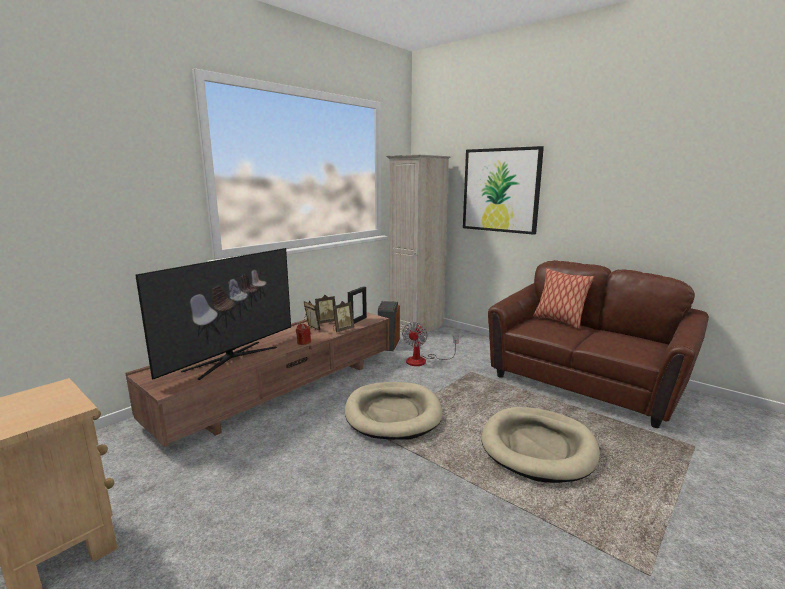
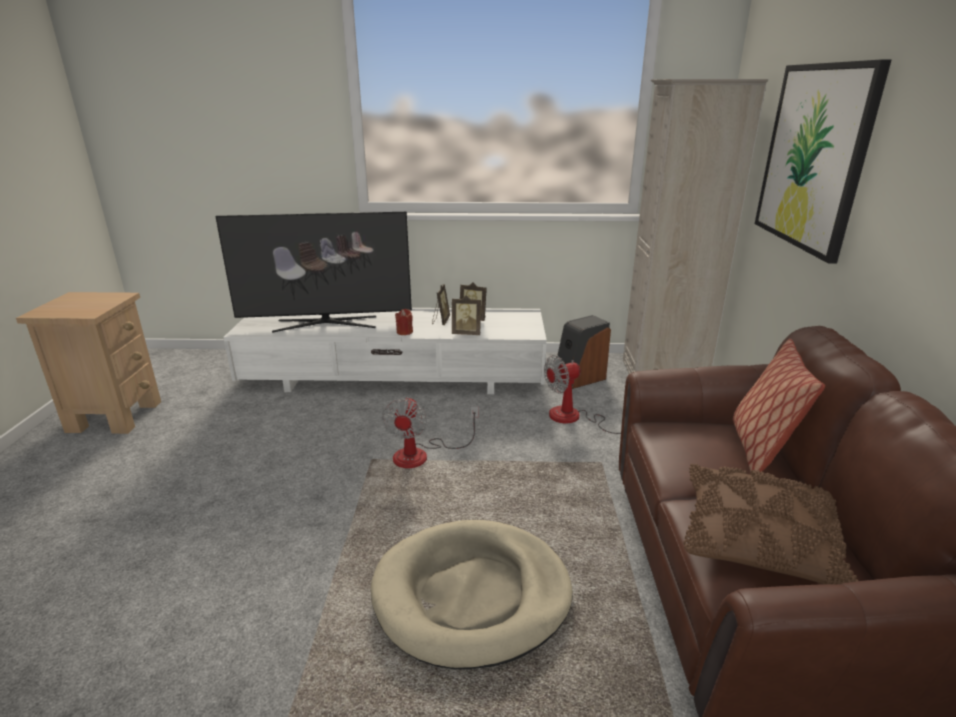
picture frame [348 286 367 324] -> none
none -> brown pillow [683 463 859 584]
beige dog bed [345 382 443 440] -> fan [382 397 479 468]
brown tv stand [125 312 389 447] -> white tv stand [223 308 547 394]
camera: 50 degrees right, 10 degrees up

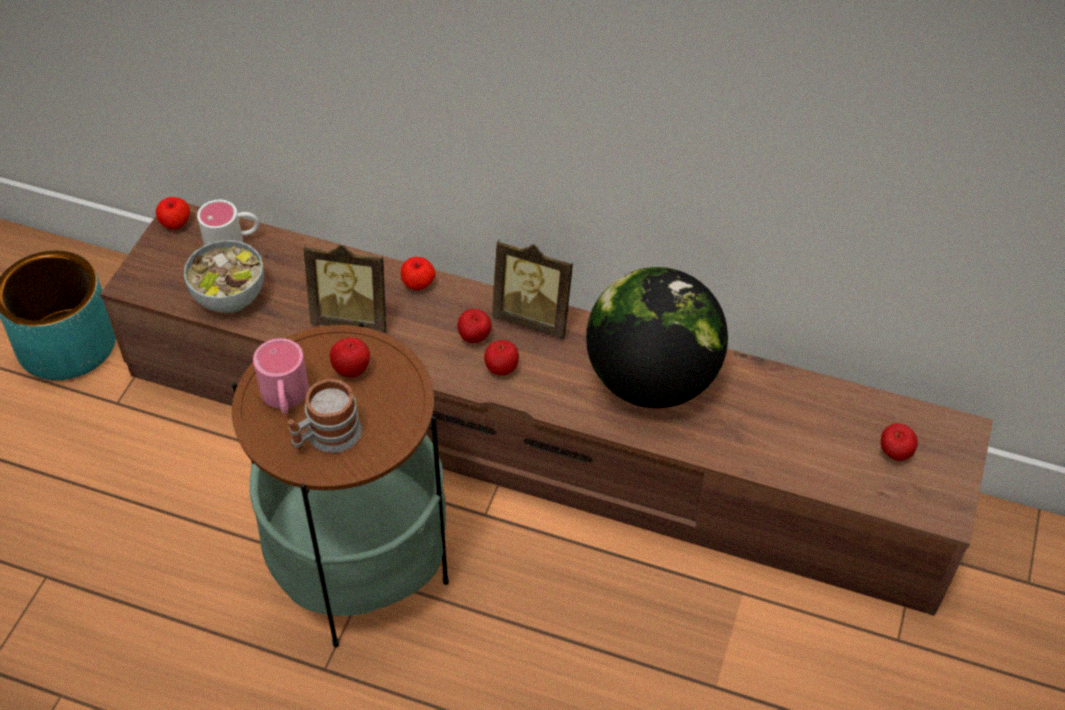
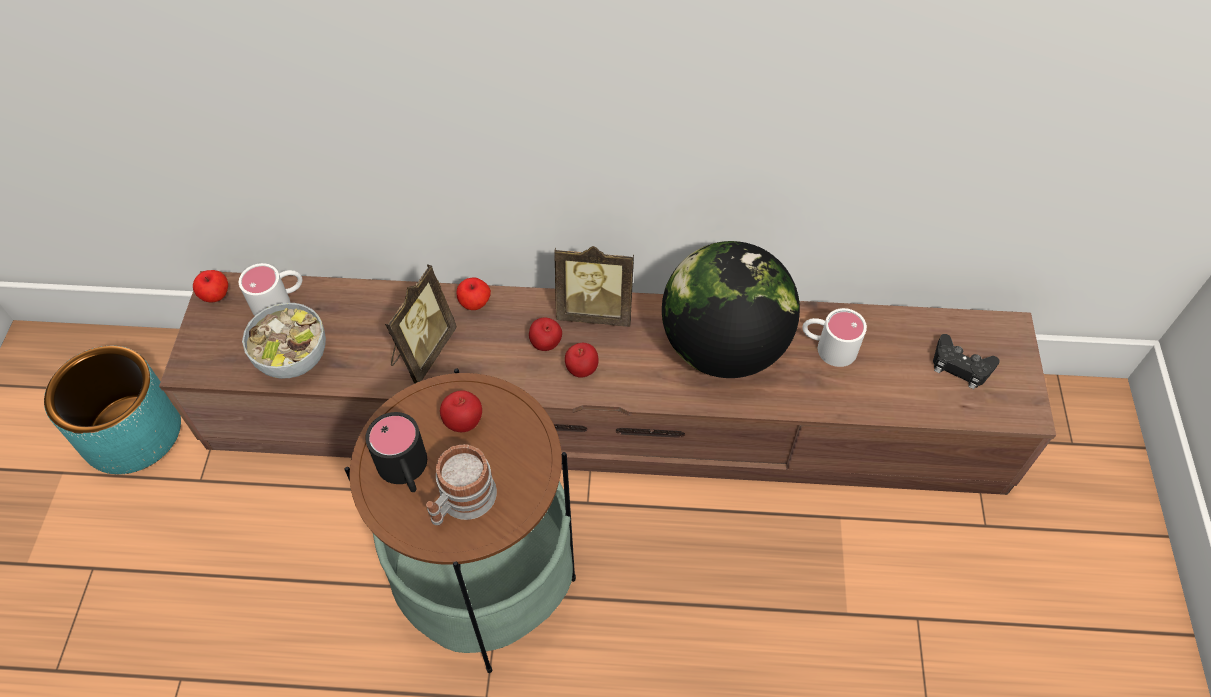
none -> white mug [802 308 867 367]
apple [881 424 918 461] -> black game controller [933 334 1000 389]
pink mug [253 338 309 415] -> black mug [366 412 427 492]
picture frame [304 245 386 333] -> picture frame [385 265 457 383], 60 degrees counterclockwise
camera: 15 degrees left, 5 degrees up

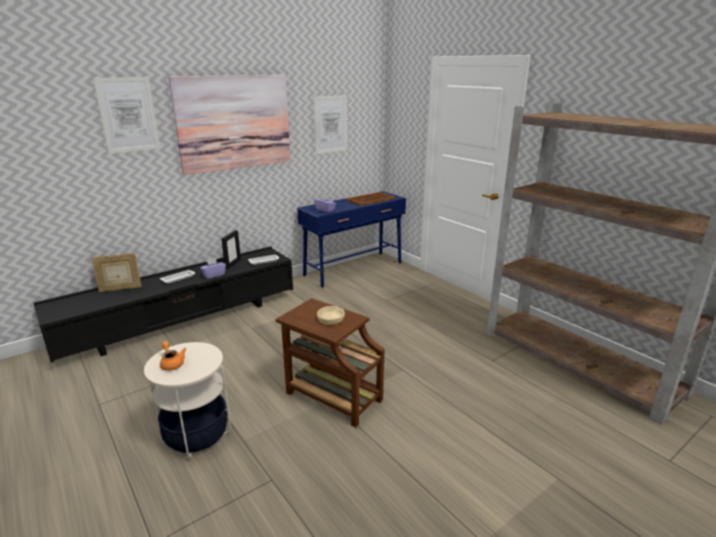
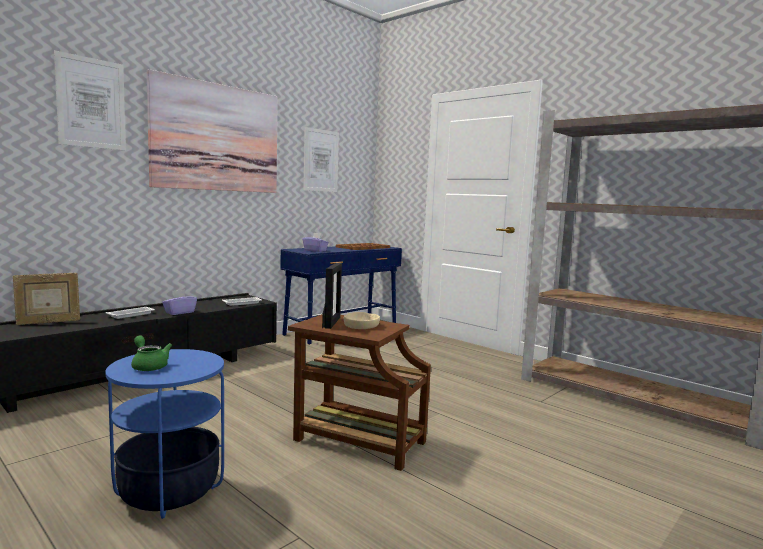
picture frame [221 230 241 269] -> picture frame [322 263 342 329], move
beige side table [144 342 231 458] -> blue side table [105 349 224 519]
orange teapot [160 341 186 371] -> green teapot [131 335 172 371]
camera: 10 degrees left, 15 degrees down

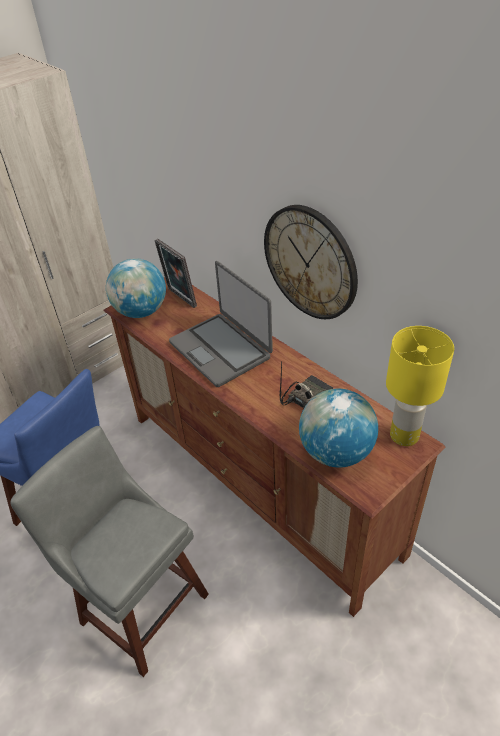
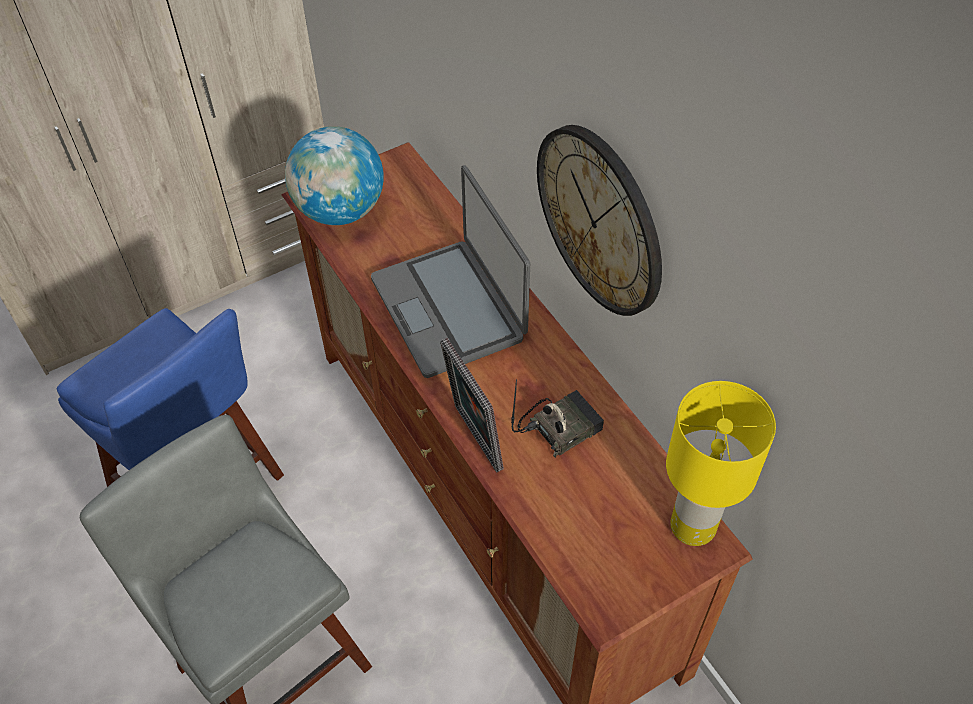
globe [299 389 378 468] -> none
picture frame [154 239 197 308] -> picture frame [440 338 504 472], move
camera: 10 degrees right, 10 degrees up

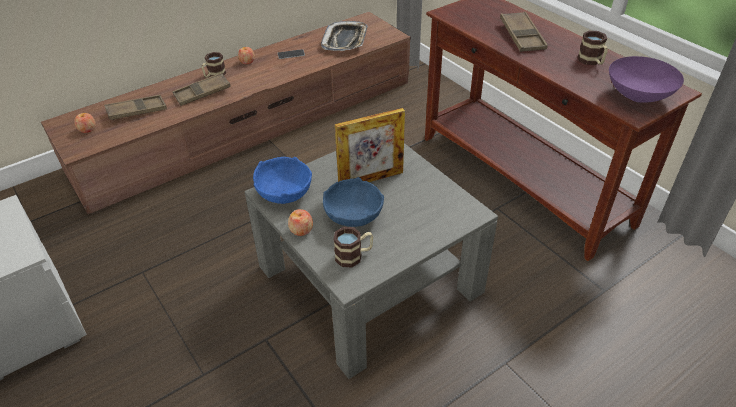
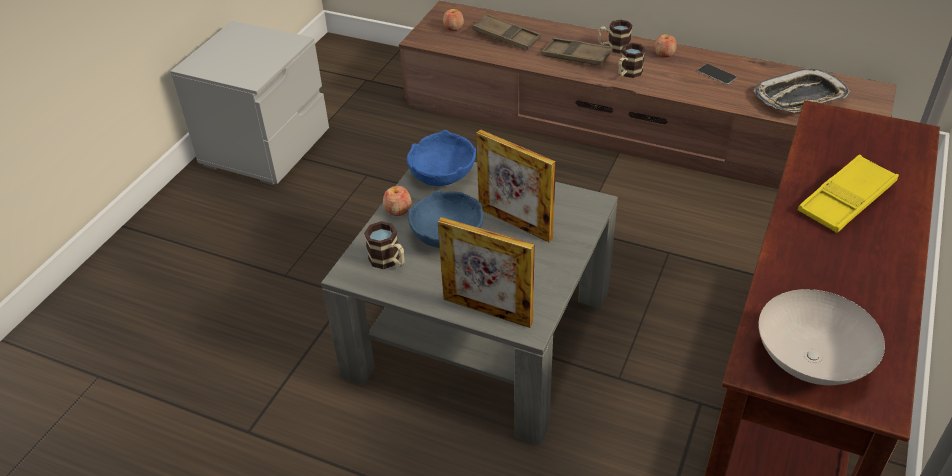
none -> picture frame [438 217 535 328]
mug [578 31 608 65] -> mug [618 43 645 78], move
brown tray [500 12 548 52] -> yellow tray [797 154 899 233]
purple bowl [609 56 684 103] -> white bowl [758 289 885 385]
camera: 60 degrees right, 0 degrees up

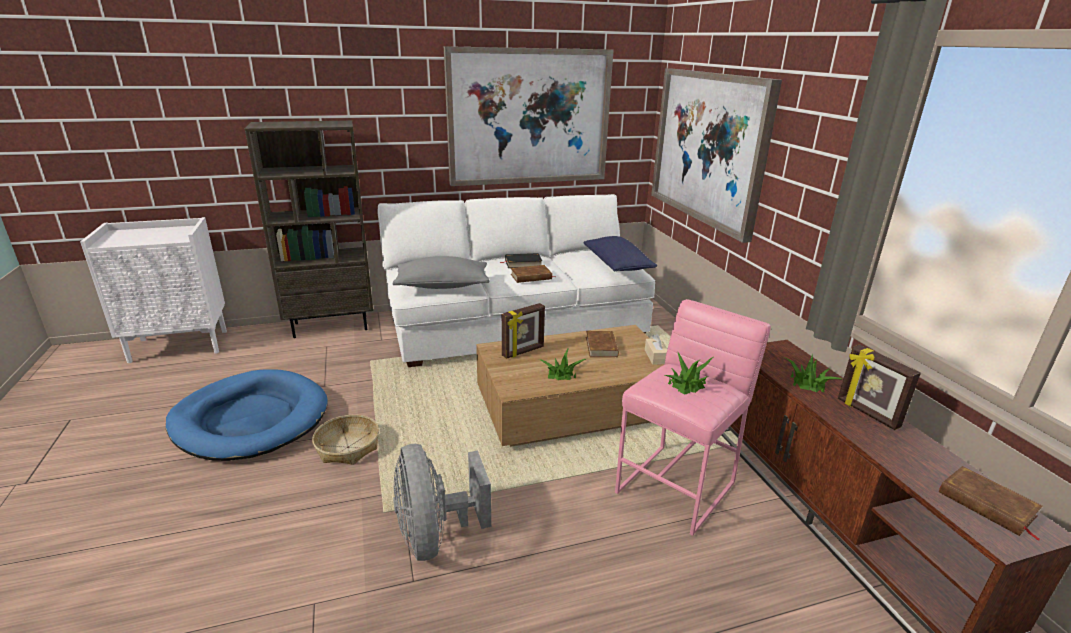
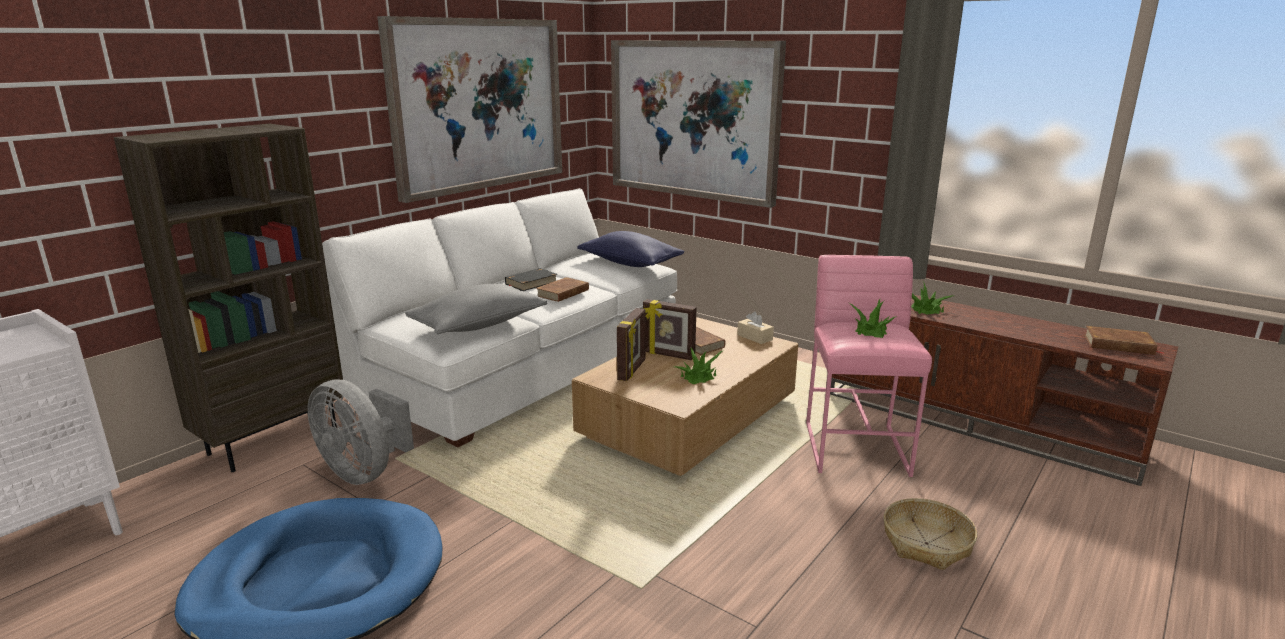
basket [312 415 379 465] -> basket [883 498 977 570], move
grey fan [393 444 491 561] -> grey fan [308 380 414 485], move
picture frame [838 344 921 430] -> picture frame [642 299 697 360], move
camera: 35 degrees left, 5 degrees down

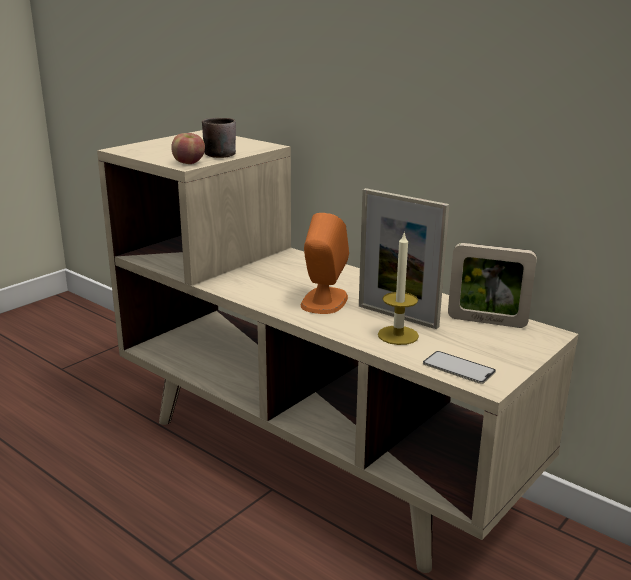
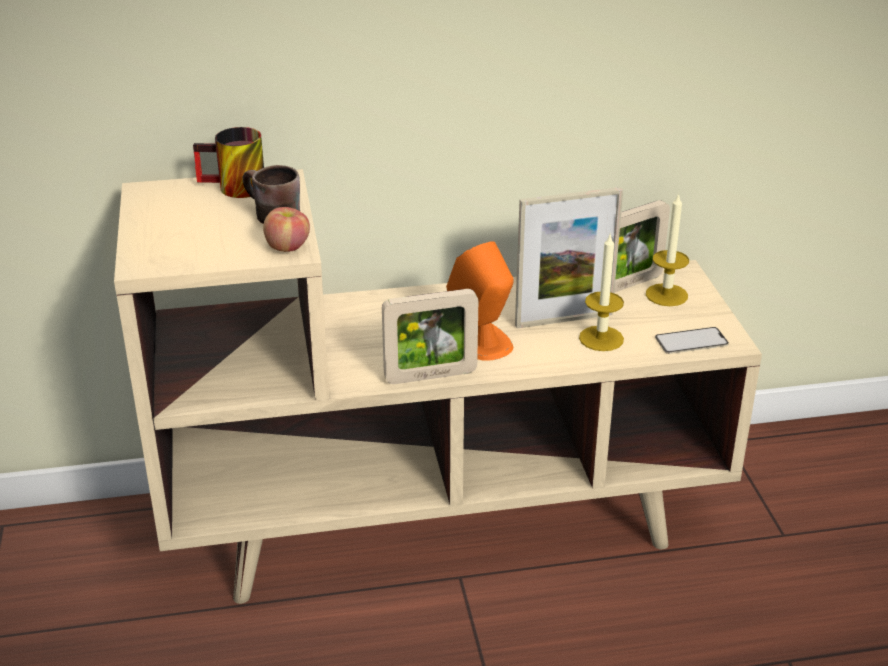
none -> mug [193 127 264 198]
none -> picture frame [382 289 478 384]
none -> candle [646 193 689 306]
camera: 50 degrees left, 10 degrees up

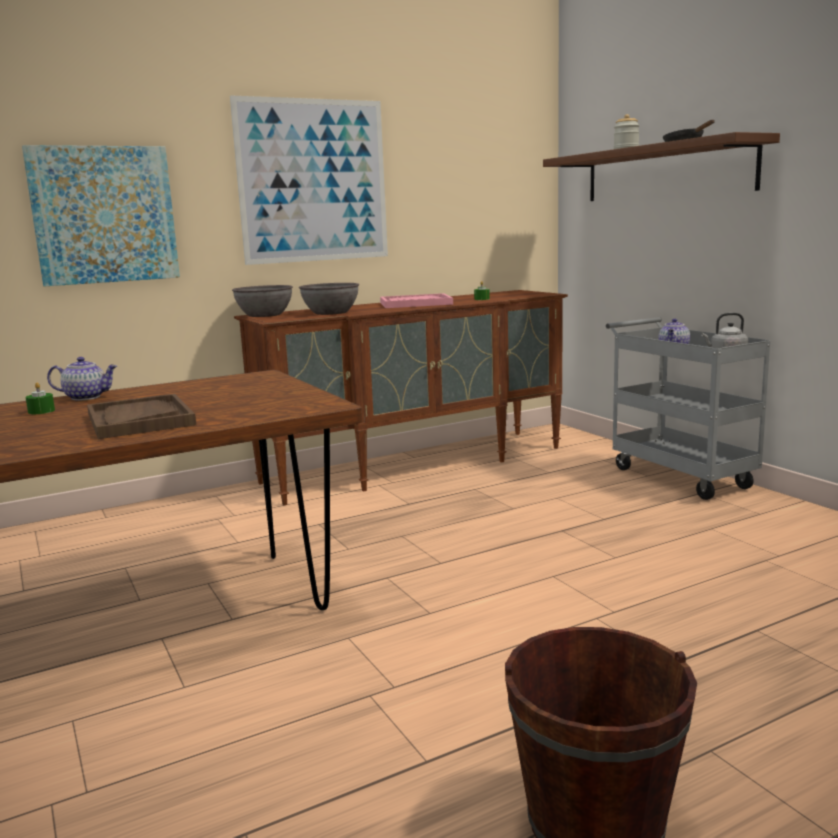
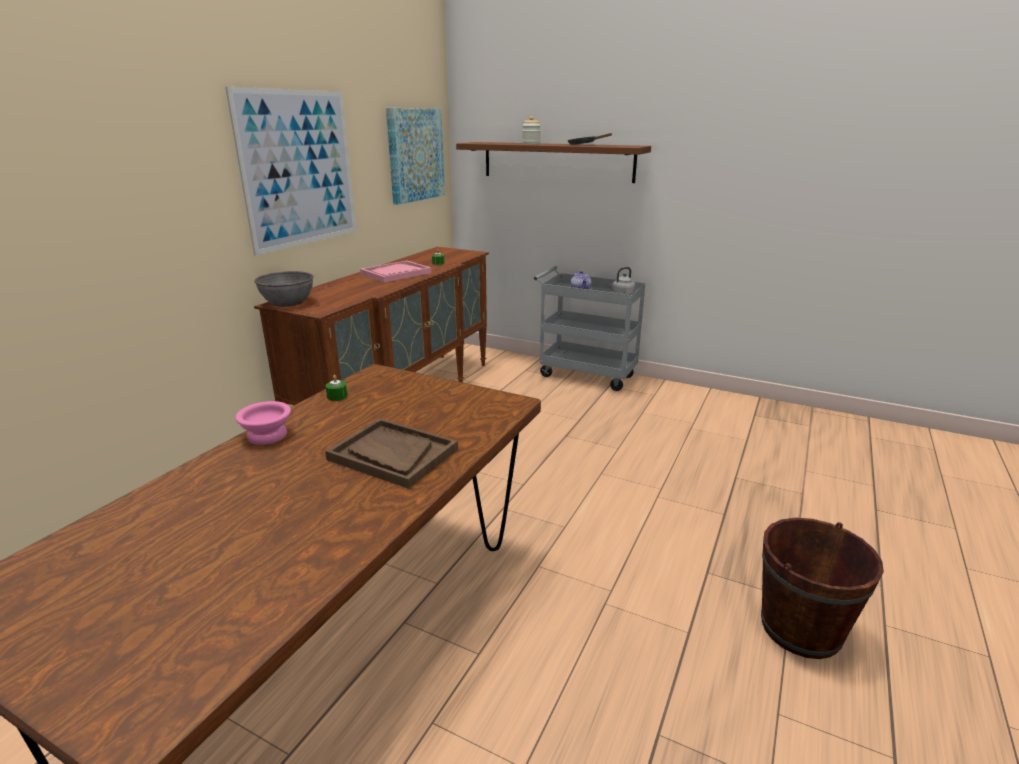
grey bowl [299 283 359 315] -> none
picture [22 145 180 287] -> picture [386 108 445 205], move
green candle [26 383 55 414] -> green candle [325 375 347 401], move
teapot [47 357 117 401] -> pink bowl [235 401 291 445]
camera: 35 degrees left, 10 degrees up

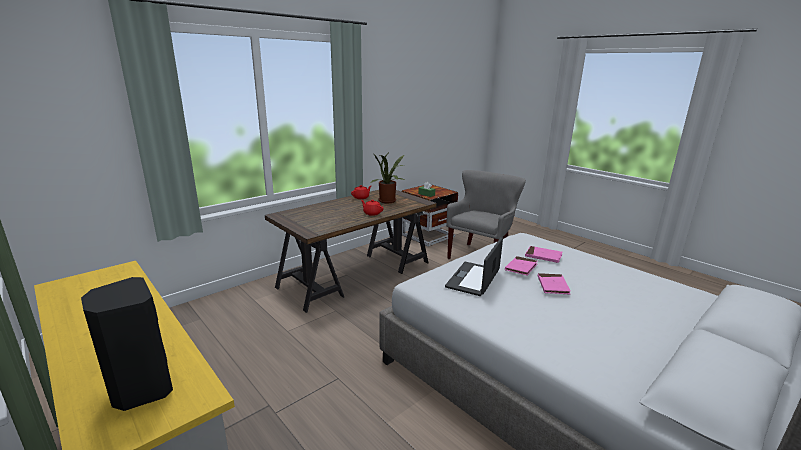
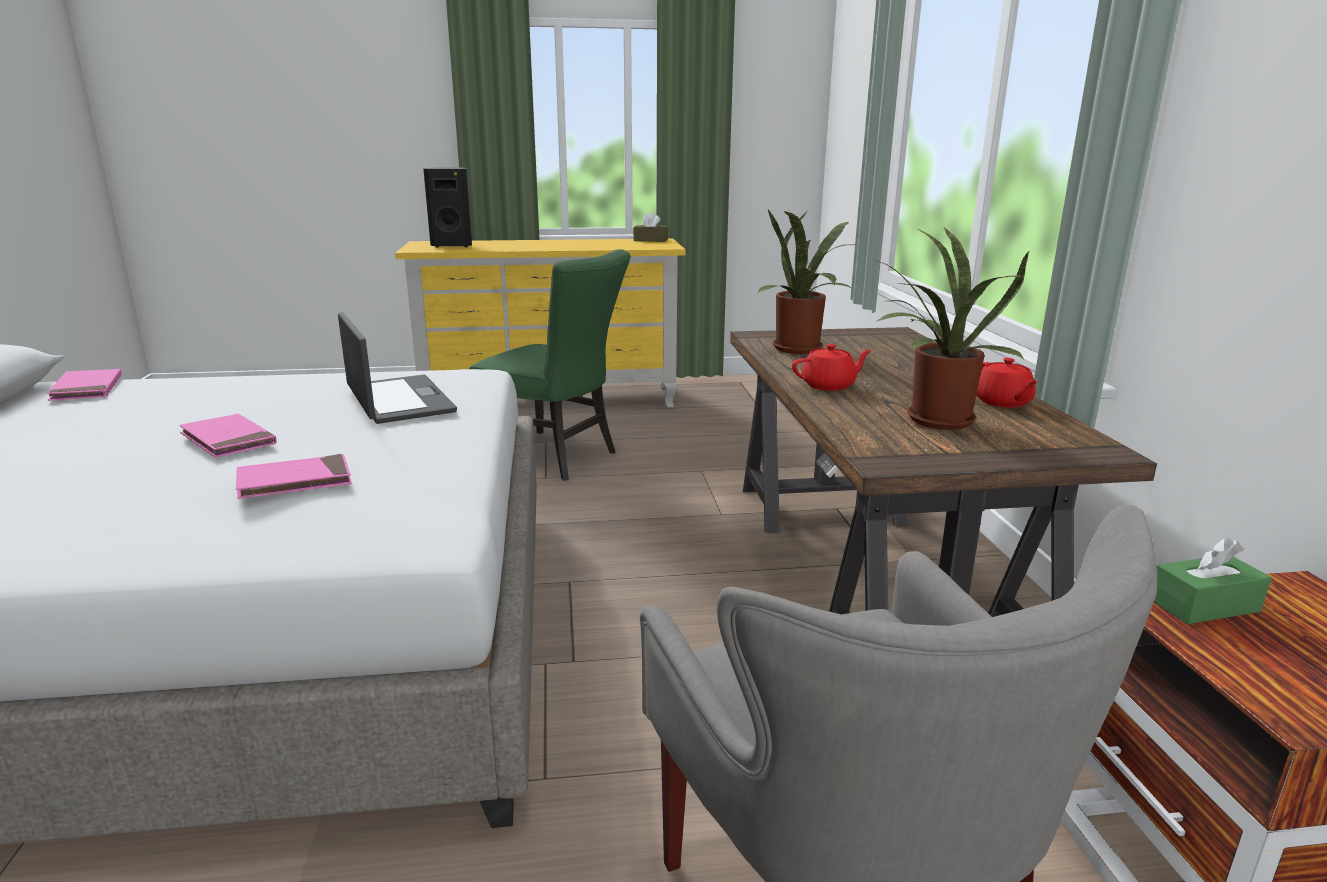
none -> green chair [469 249 631 481]
none -> brown tissue box [633 212 668 242]
none -> potted plant [756 210 858 354]
pink book [505 256 538 276] -> pink book [46 369 122 401], move
camera: 125 degrees right, 0 degrees up

